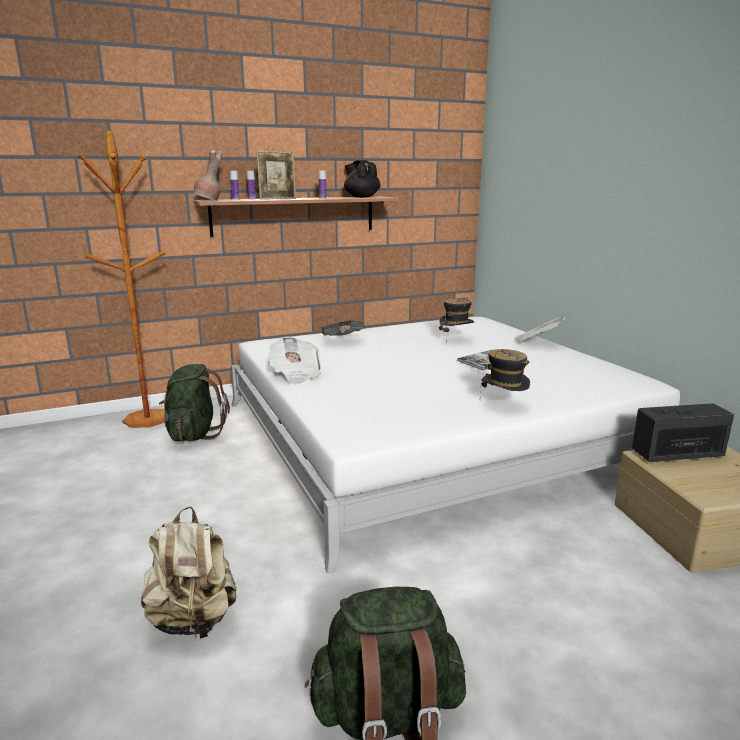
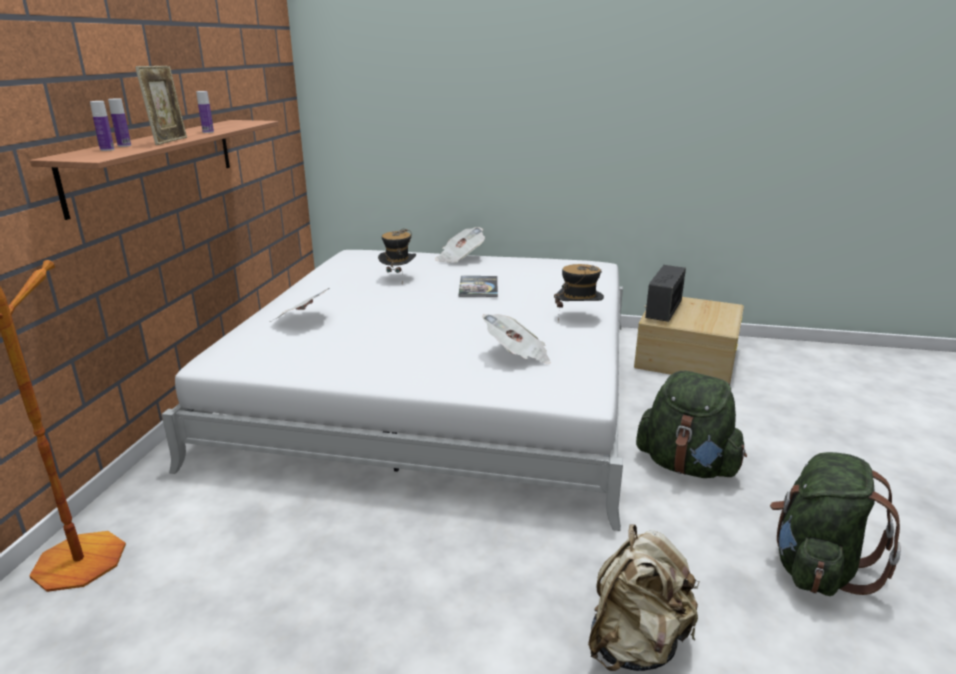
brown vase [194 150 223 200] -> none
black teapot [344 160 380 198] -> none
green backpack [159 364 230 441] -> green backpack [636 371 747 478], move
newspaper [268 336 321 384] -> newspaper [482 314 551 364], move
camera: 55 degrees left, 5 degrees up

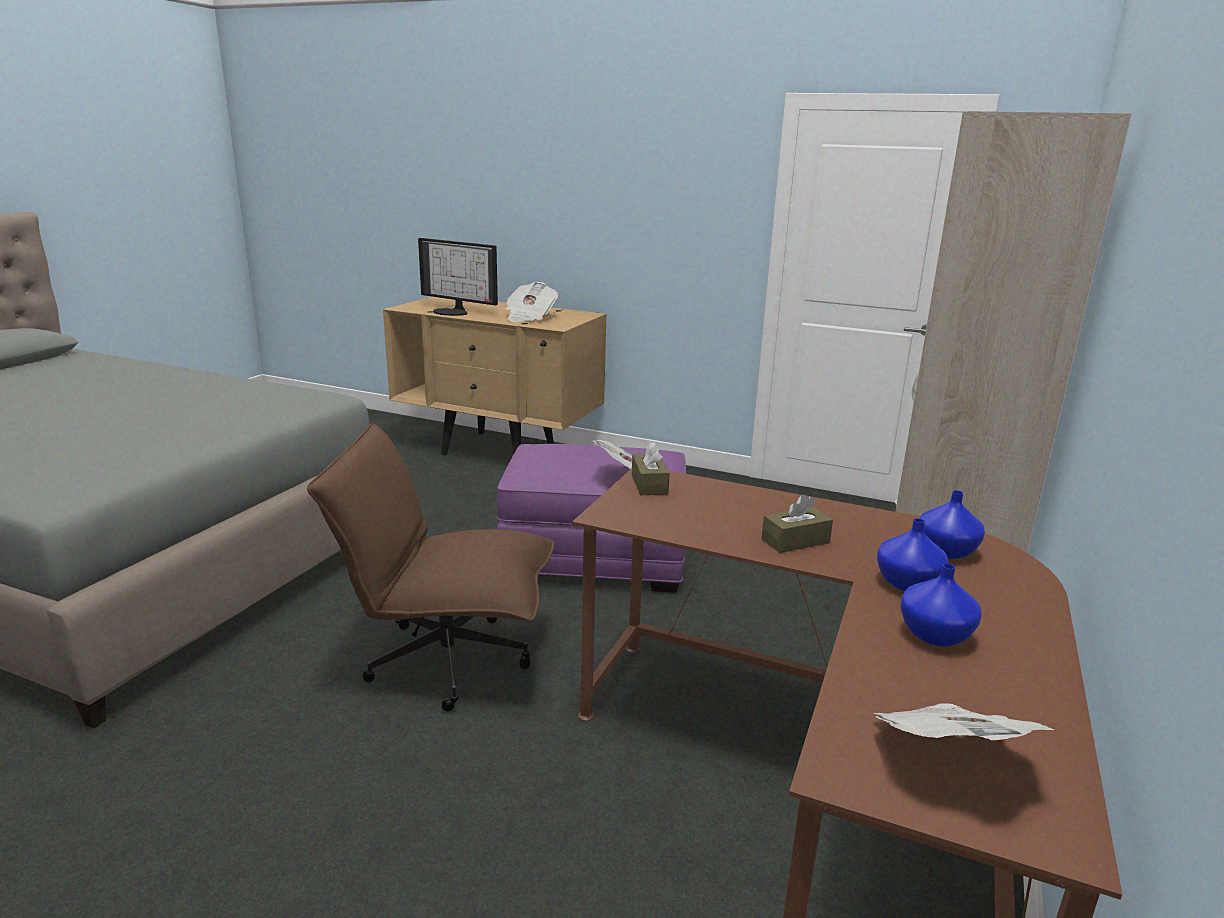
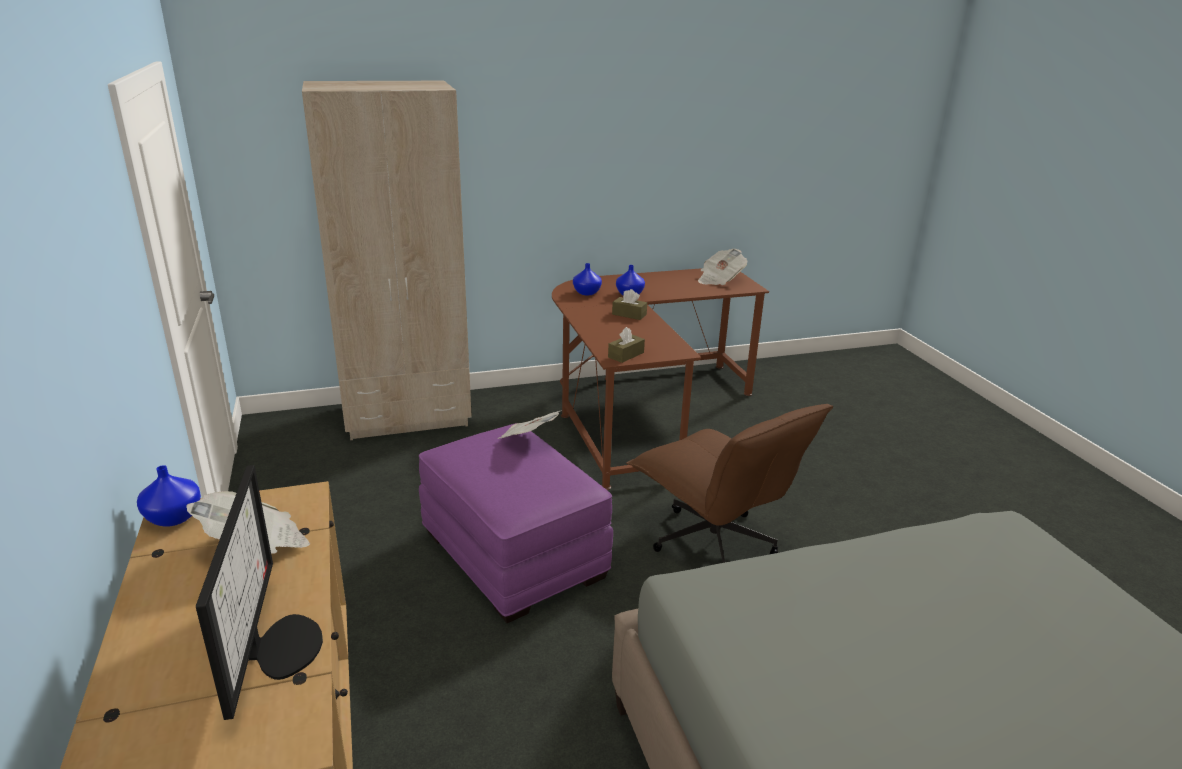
blue vase [900 563 982 646] -> blue vase [137 465 201 527], move
camera: 130 degrees left, 5 degrees up

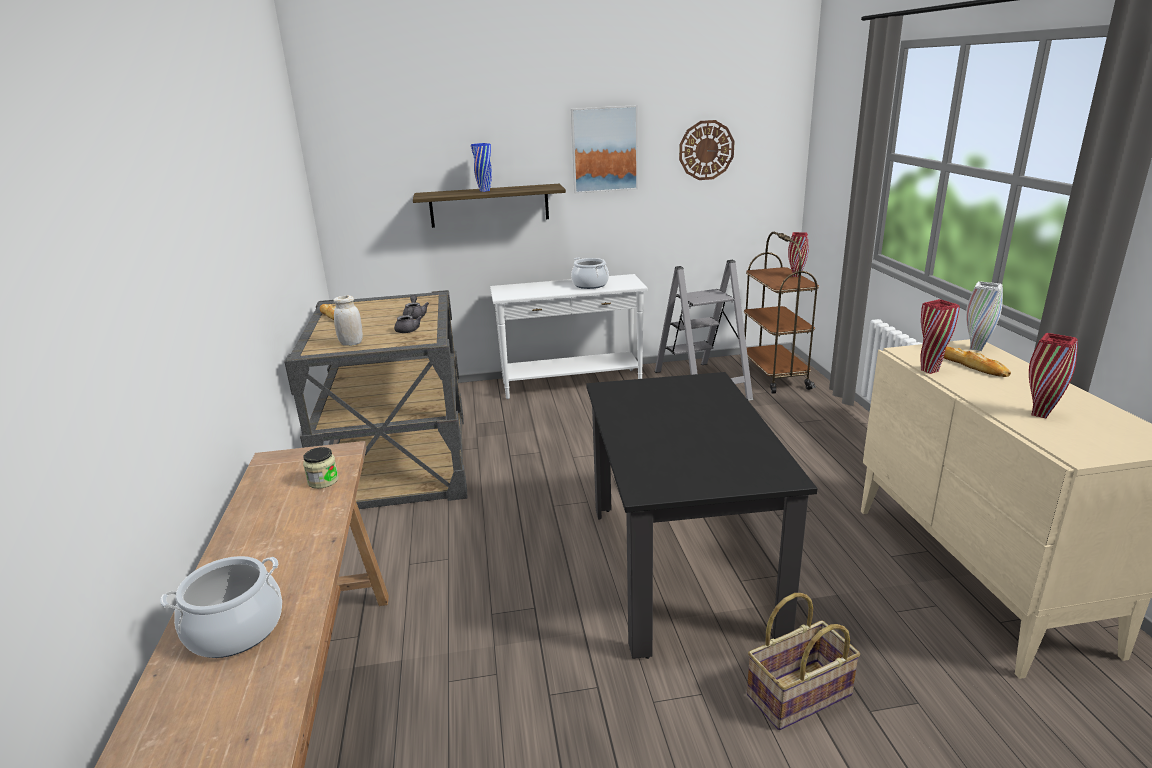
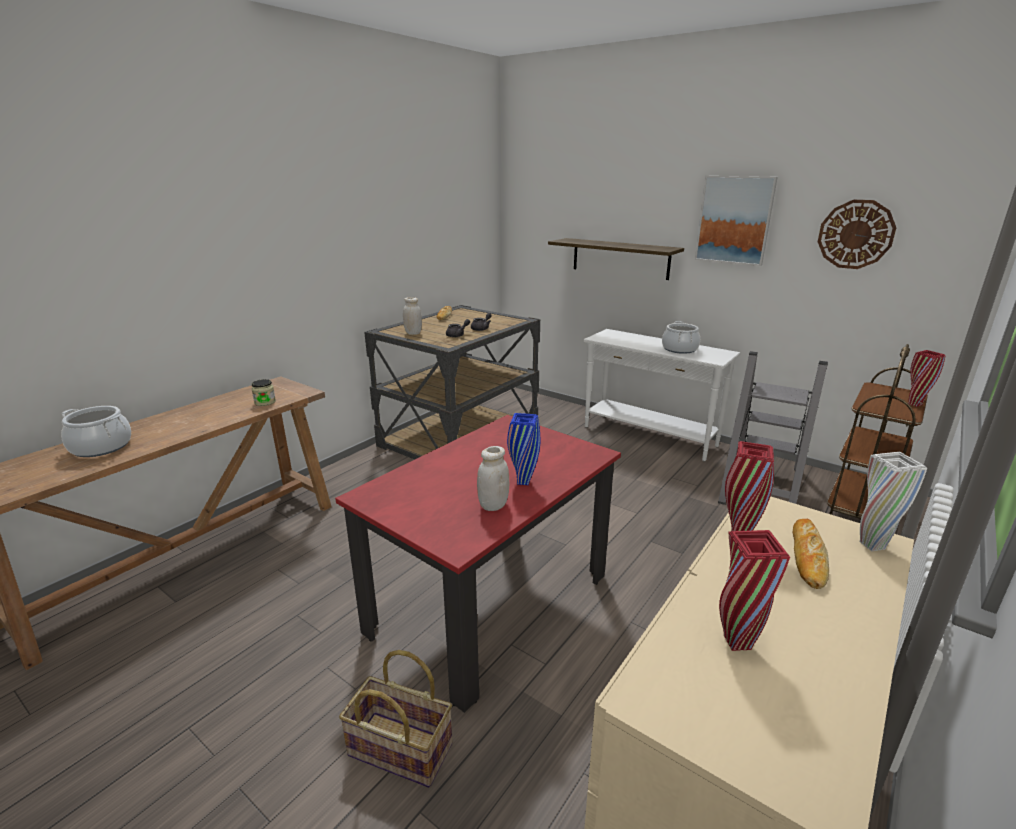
none -> white jar [477 446 509 511]
blue vase [471 143 492 192] -> blue vase [507 413 541 485], move
black dining table [586 372 818 659] -> red dining table [335 415 621 713]
camera: 45 degrees right, 0 degrees up

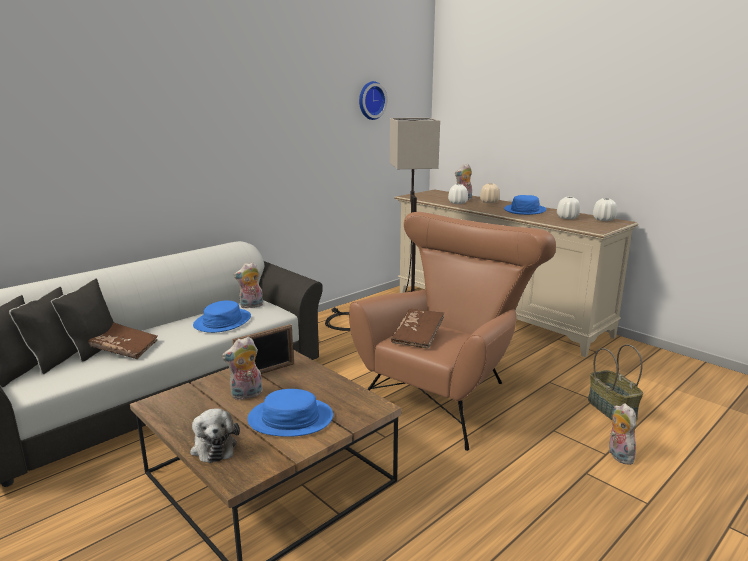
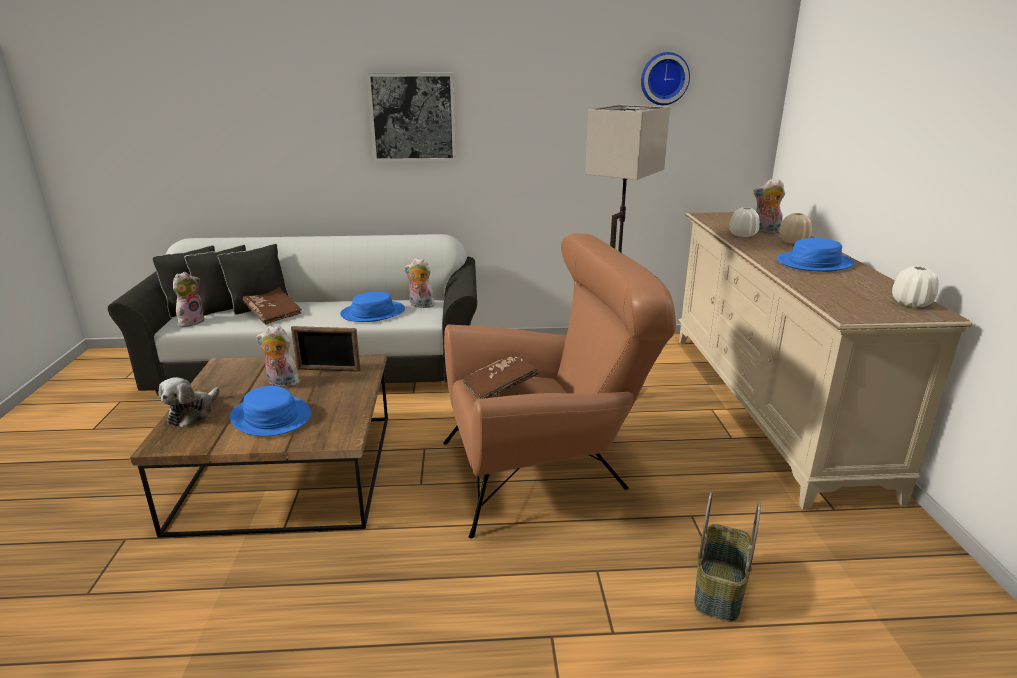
white vase [557 197 580 219] -> none
none -> picture [367 73 456 162]
plush toy [609 403 637 465] -> plush toy [173 272 205 327], move
camera: 40 degrees right, 5 degrees up

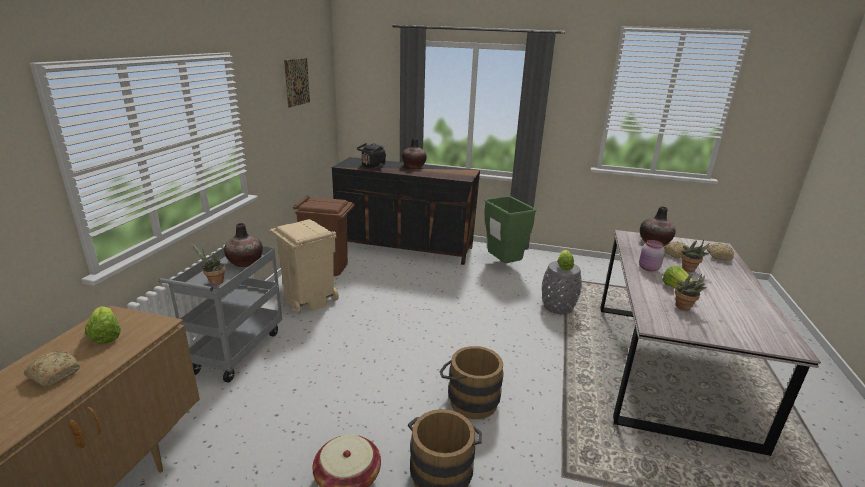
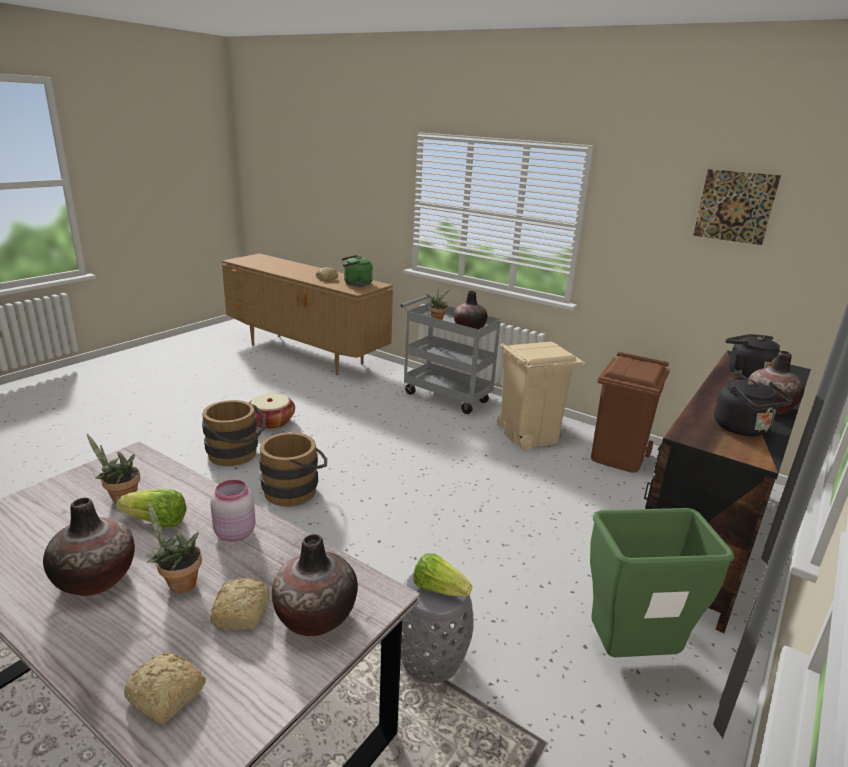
none -> vase [43 498 135 596]
none -> black kettle [714 379 793 436]
lettuce [85 306 121 344] -> green kettle [341 255 373 286]
camera: 110 degrees right, 0 degrees up

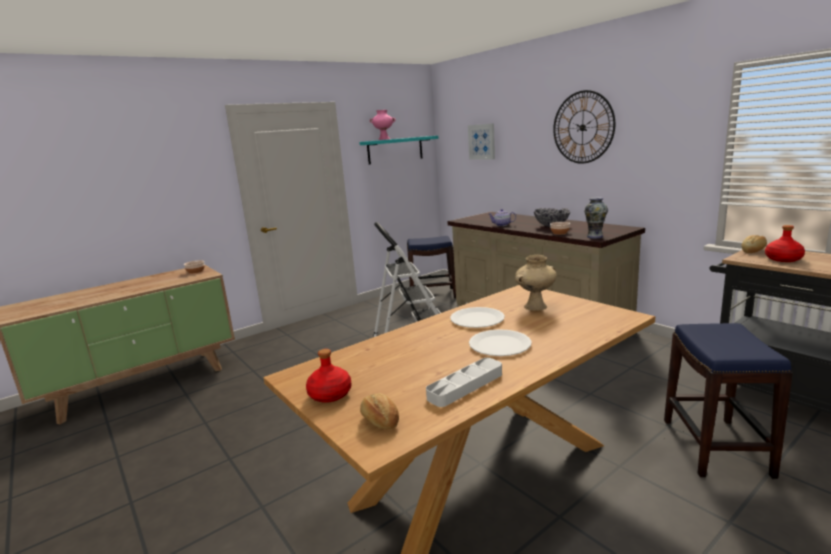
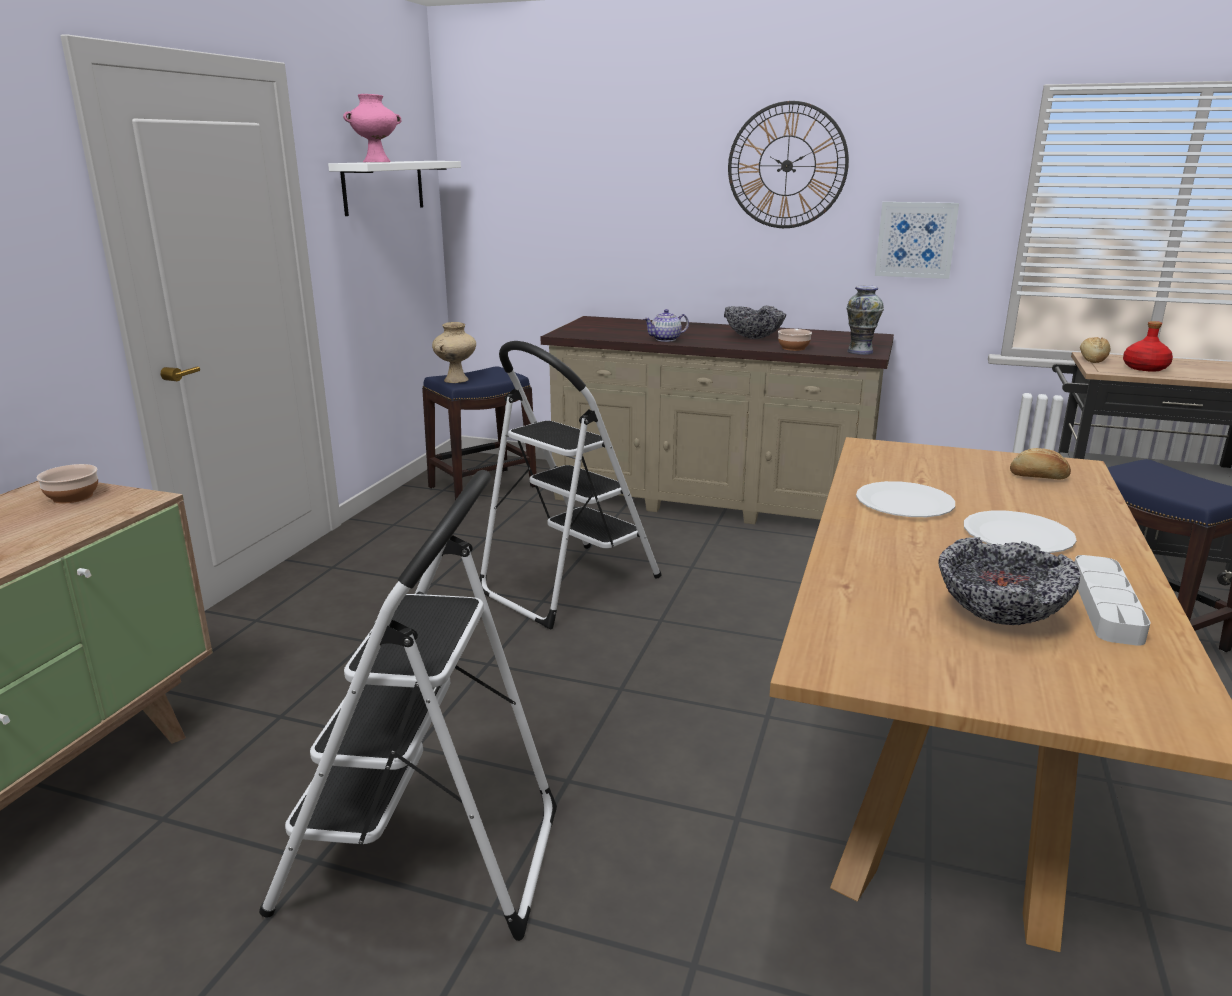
red bottle [306 349 352 403] -> none
none -> step ladder [259 470 557 941]
none -> bowl [938 537 1080 625]
bread [360 393 399 429] -> bread [1010 448 1071 479], move
picture [468 123 495 160] -> picture [875 202 959 279], move
beige vase [515 255 557 311] -> beige vase [432 322 476 383], move
turquoise shelf [359 136 438 165] -> white shelf [328 161 461 216]
camera: 35 degrees left, 5 degrees up

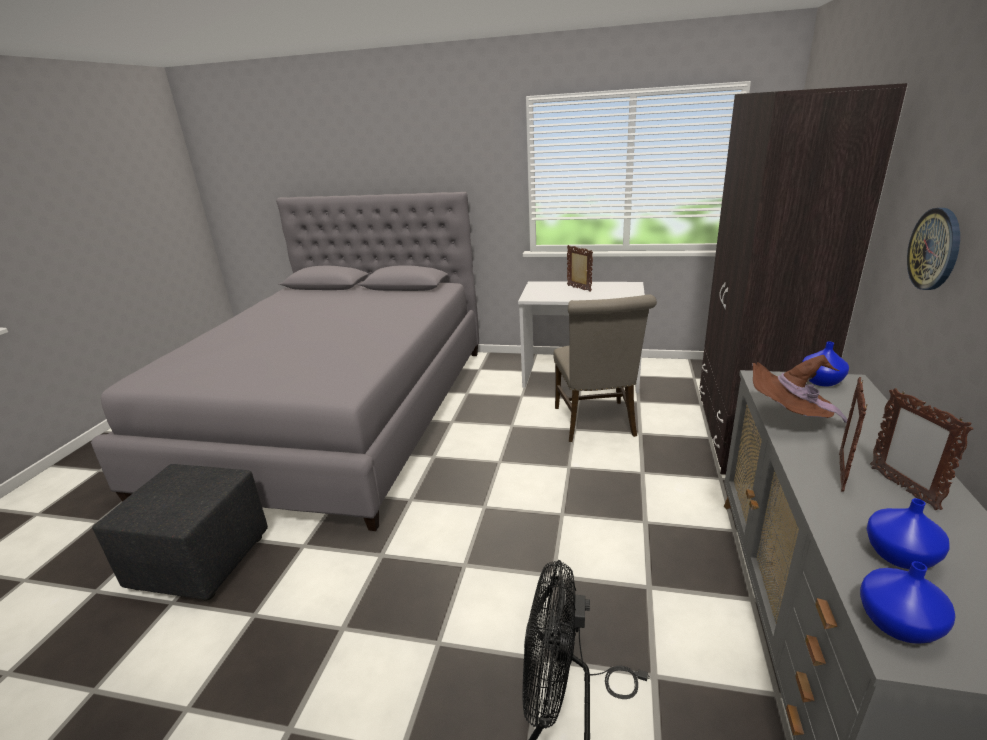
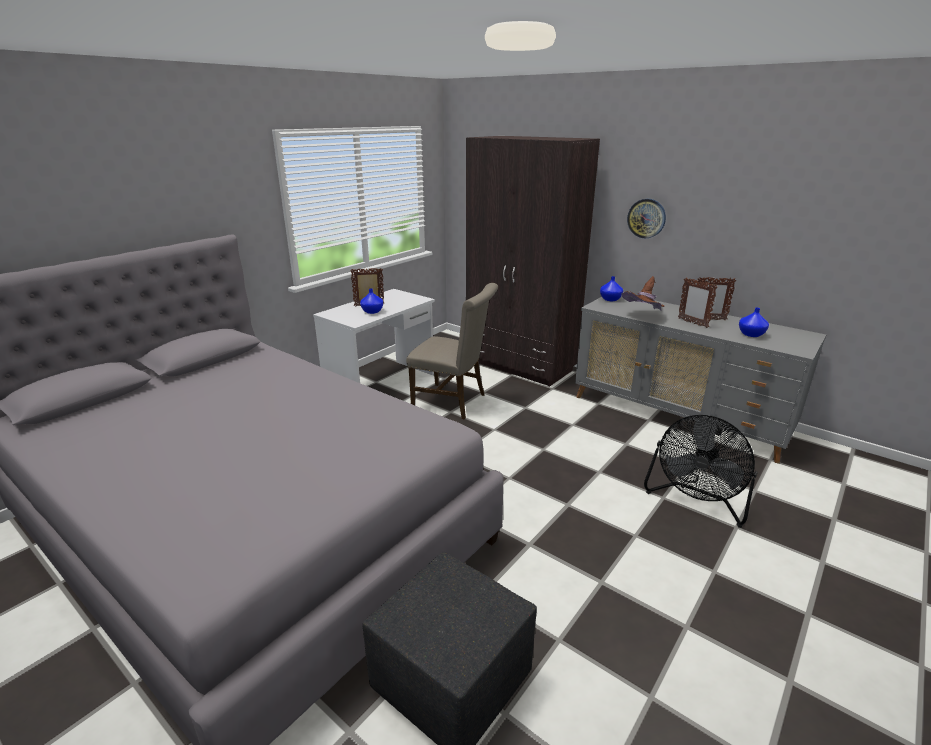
blue vase [860 561 956 644] -> blue vase [360 288 383 314], move
camera: 65 degrees left, 0 degrees up

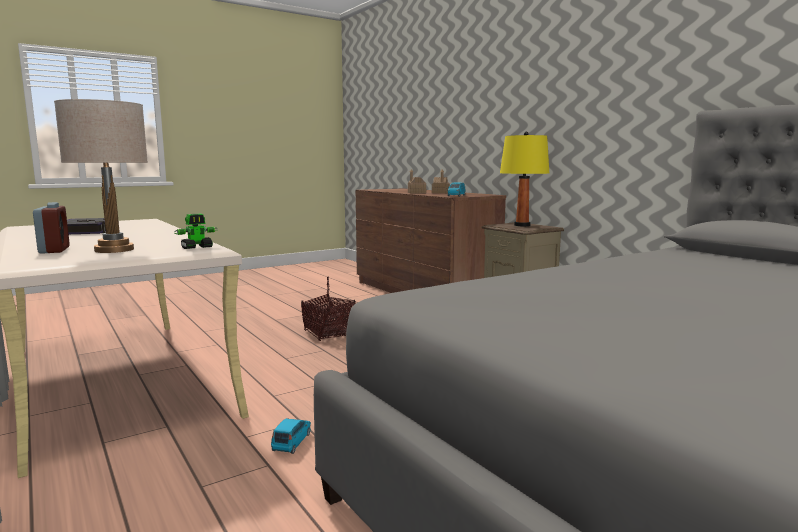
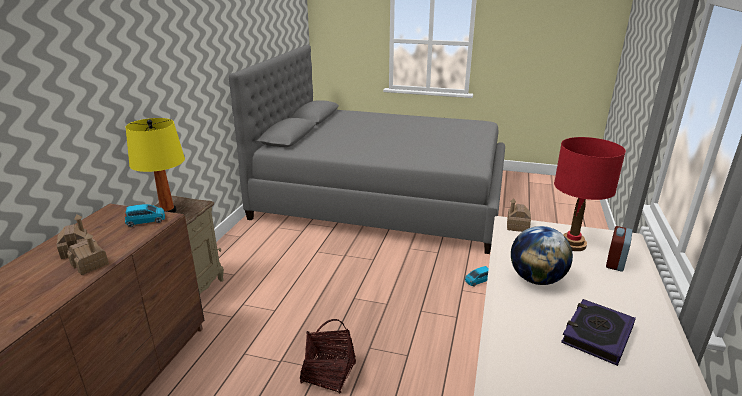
none -> globe [511 226 573 285]
toy robot [174 214 218 249] -> toy house [507 198 531 232]
beige table lamp [54 99 148 253] -> red table lamp [554 137 626 251]
camera: 130 degrees left, 15 degrees up

